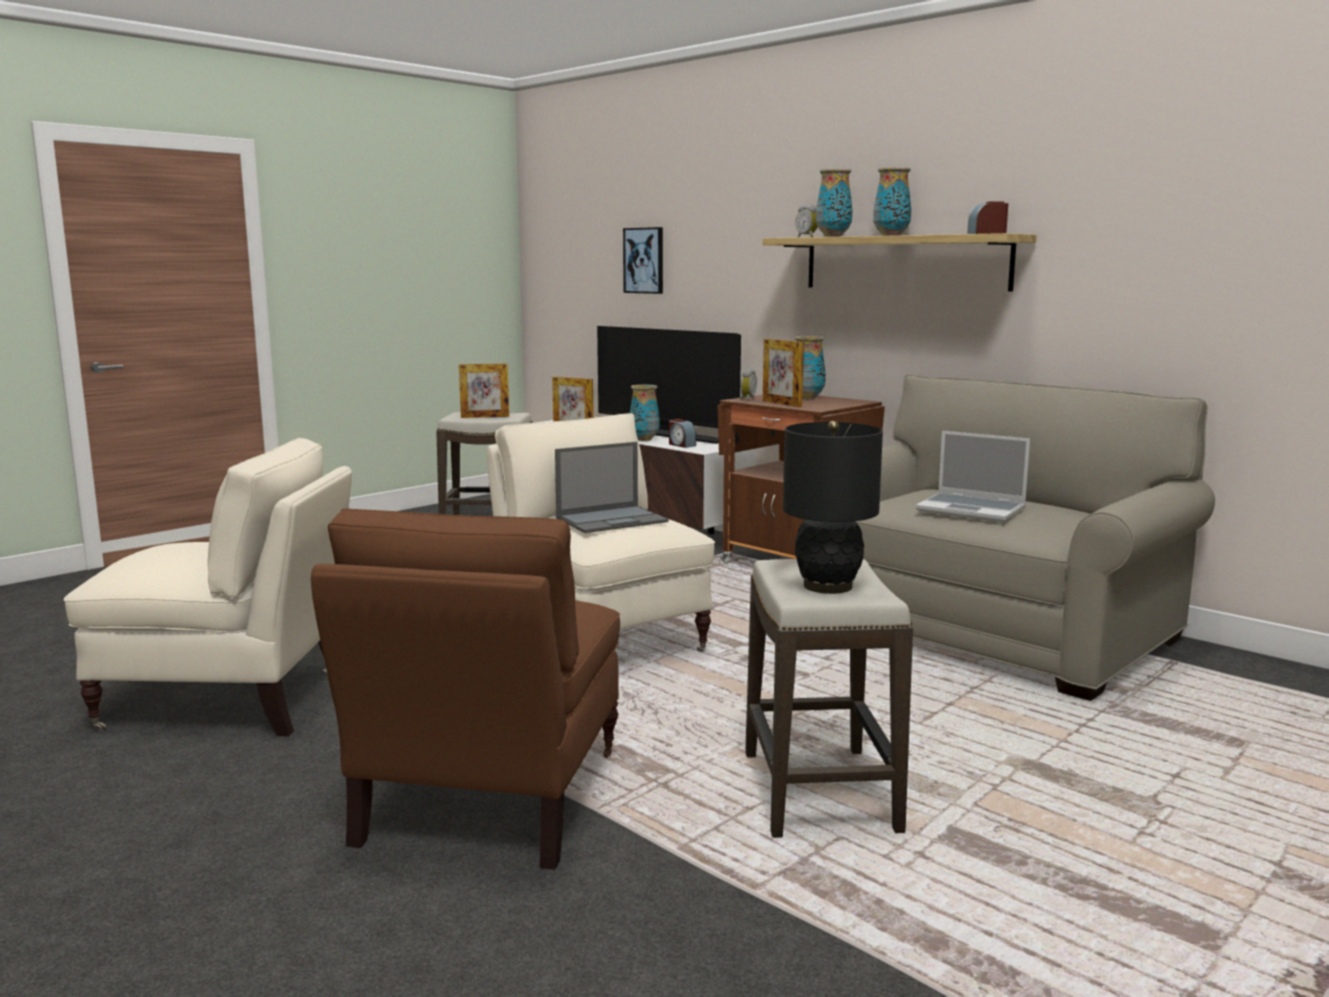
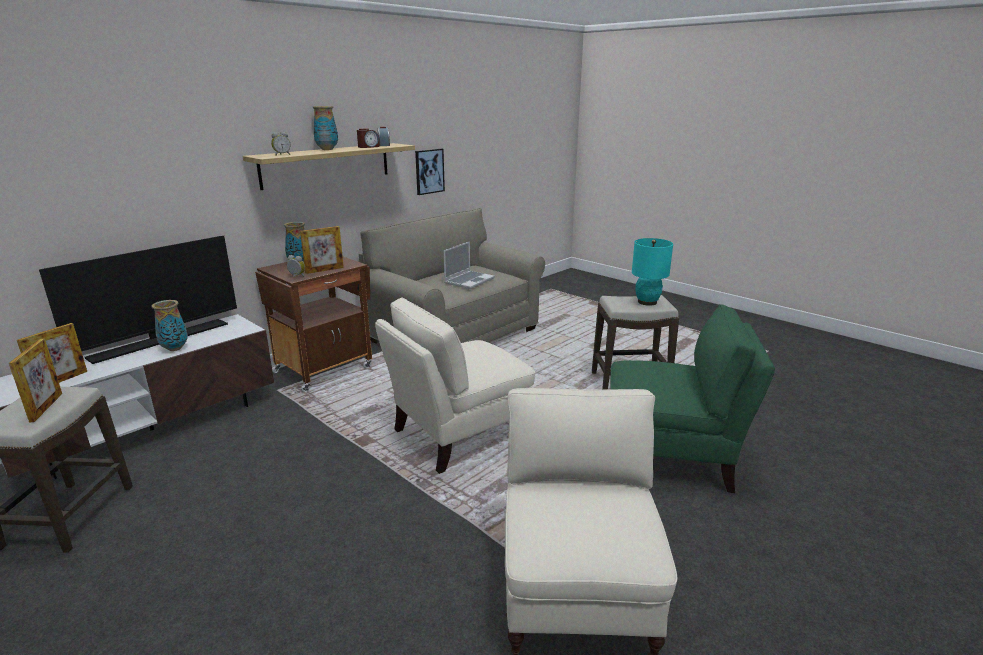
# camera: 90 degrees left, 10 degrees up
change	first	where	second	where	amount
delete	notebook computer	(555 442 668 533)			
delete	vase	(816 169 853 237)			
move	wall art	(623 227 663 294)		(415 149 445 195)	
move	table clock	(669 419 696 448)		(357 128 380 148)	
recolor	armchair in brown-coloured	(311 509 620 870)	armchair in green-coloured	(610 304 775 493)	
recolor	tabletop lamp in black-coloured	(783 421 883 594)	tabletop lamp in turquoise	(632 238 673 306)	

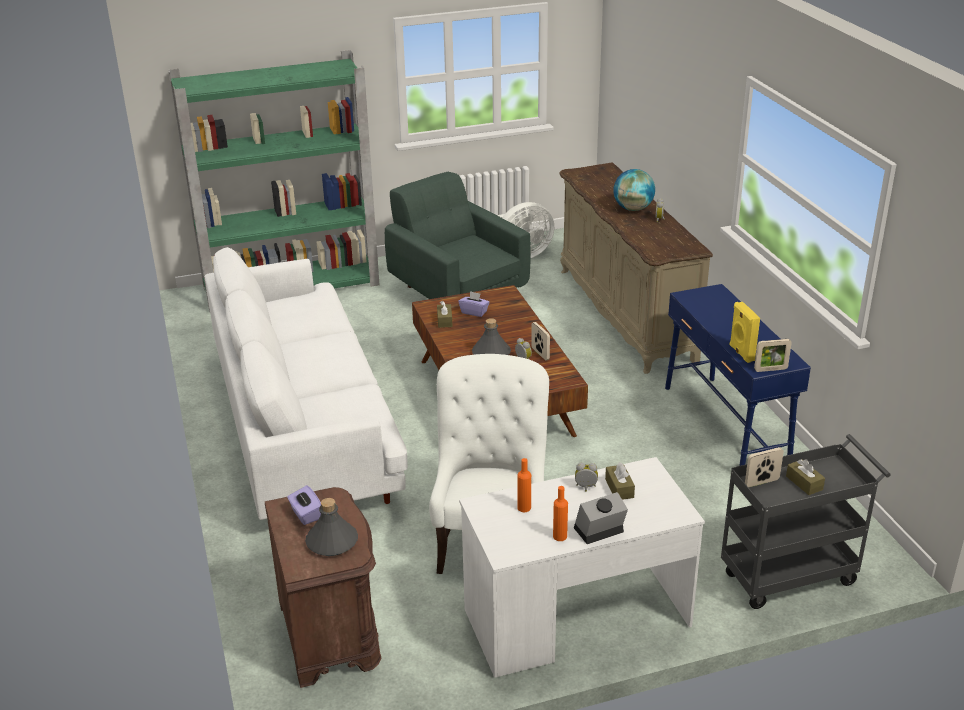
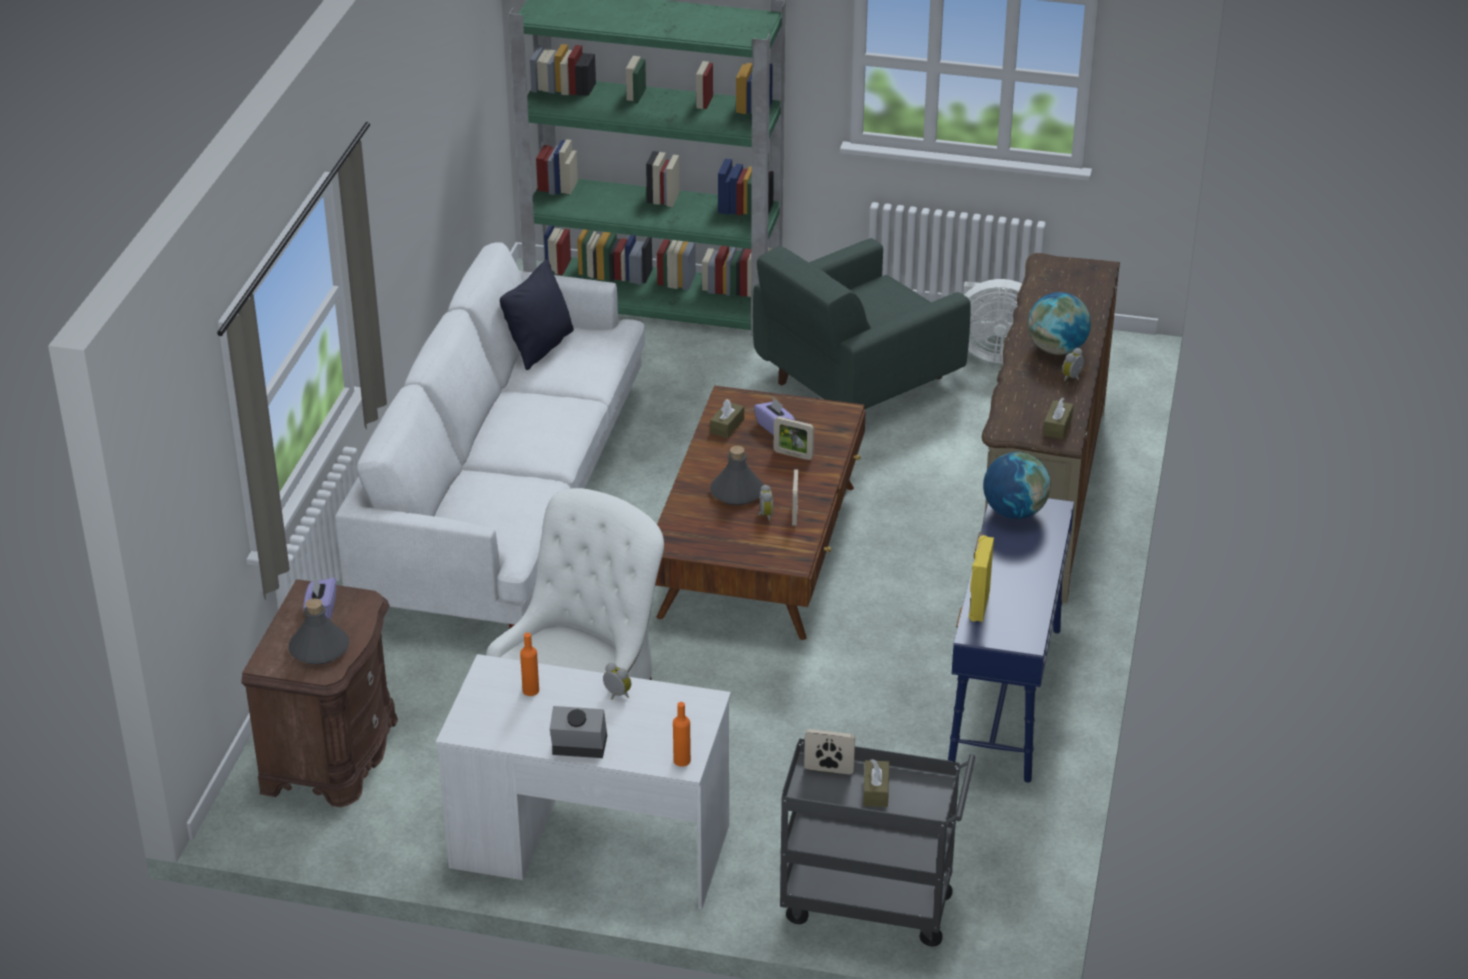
# camera: 30 degrees right, 5 degrees up
change	first	where	second	where	amount
insert			throw pillow in black-coloured	(500 260 574 370)	
insert			globe	(983 452 1051 519)	
move	bottle in orangey	(553 486 568 541)		(673 702 691 767)	
move	tissue holder in brown-coloured	(605 462 635 500)		(1043 397 1073 439)	
move	picture frame	(754 339 792 372)		(774 416 814 460)	
rotate	armchair in green-coloured	(385 172 531 299)		(753 238 971 409)	120 degrees counterclockwise

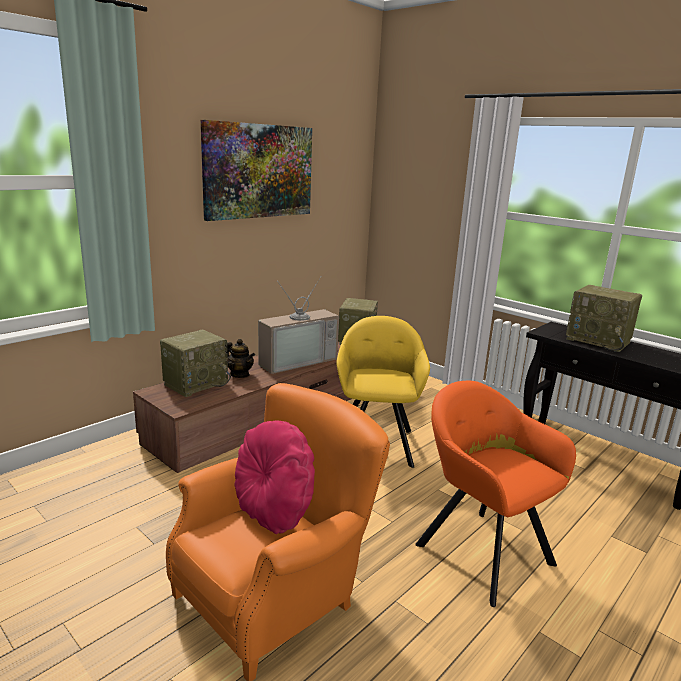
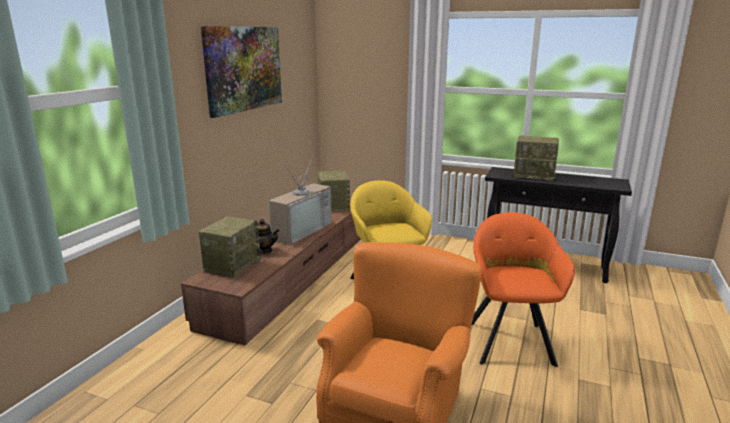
# camera: 20 degrees left, 0 degrees up
change	first	where	second	where	amount
delete	throw pillow in pink-coloured	(235 420 315 534)			
rotate	armchair in orangey	(415 381 576 607)		(472 212 575 367)	60 degrees clockwise

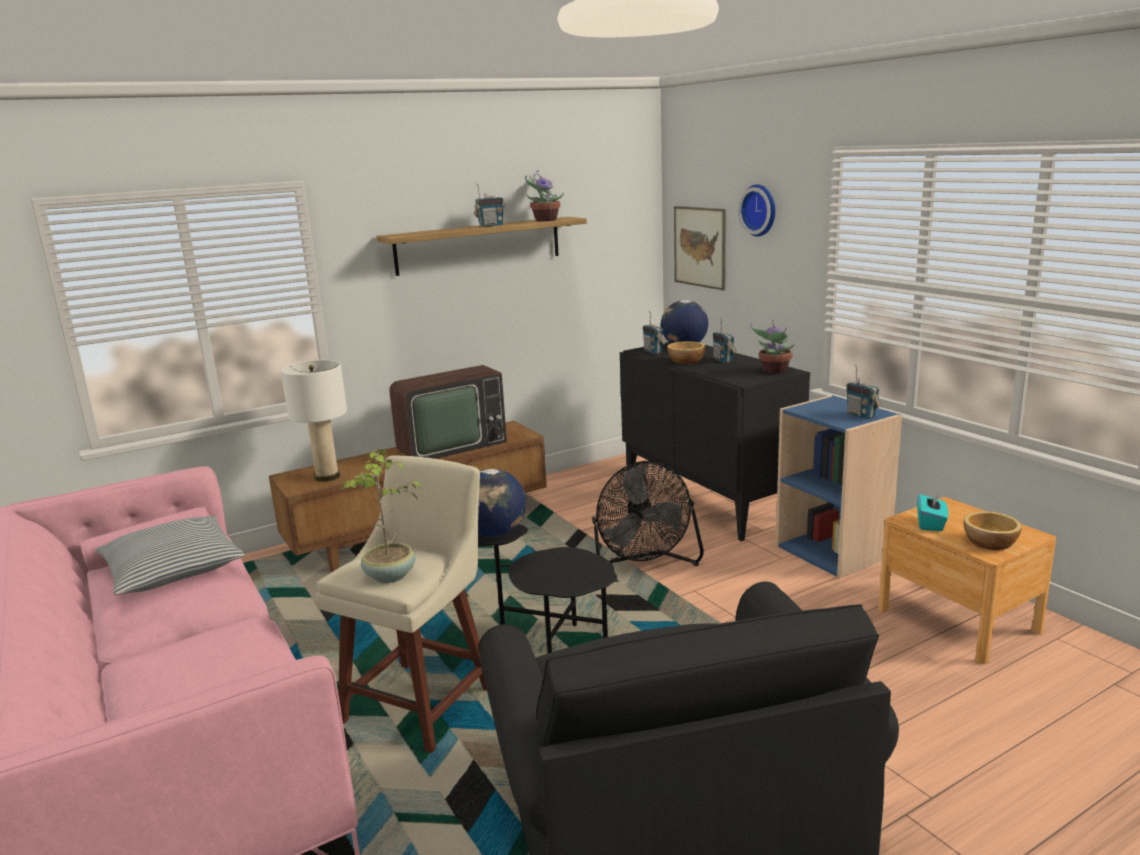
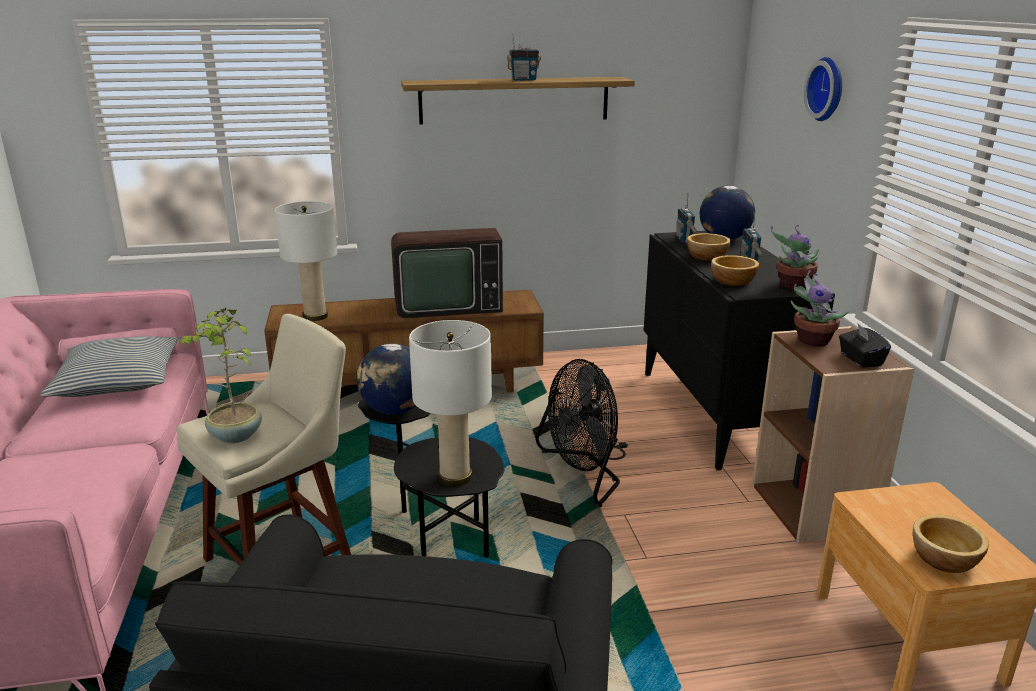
# camera: 20 degrees right, 5 degrees up
change	first	where	second	where	amount
delete	wall art	(674 206 726 290)			
delete	tissue holder in turquoise	(917 491 948 531)			
insert			tabletop lamp in white	(409 320 492 486)	
insert			serving bowl	(711 255 759 286)	
move	potted plant	(525 170 564 222)		(791 270 849 346)	
replace	radio receiver	(846 365 881 419)	tissue holder in black-coloured	(839 324 891 368)	
recolor	bookshelf in blue	(776 395 902 578)	bookshelf in brown-coloured	(752 326 914 543)	
rotate	fan in black-coloured	(592 461 704 566)		(535 359 628 508)	60 degrees clockwise

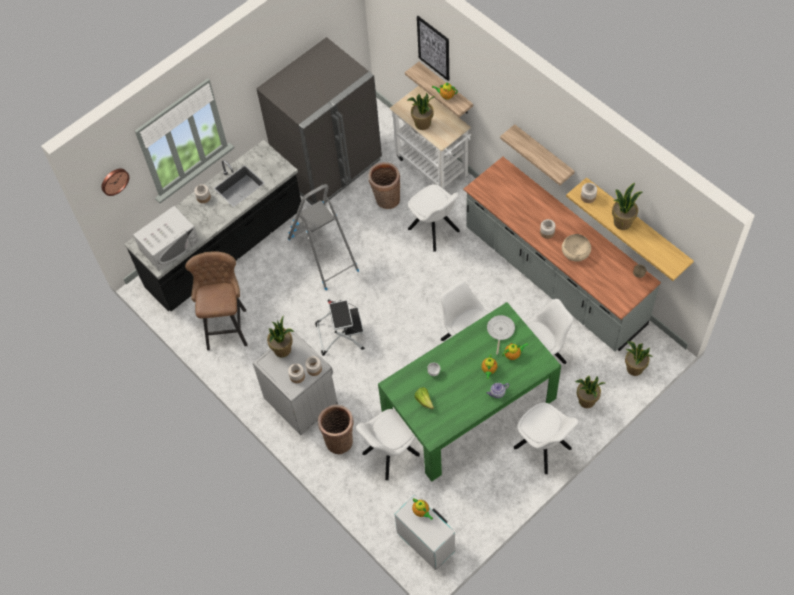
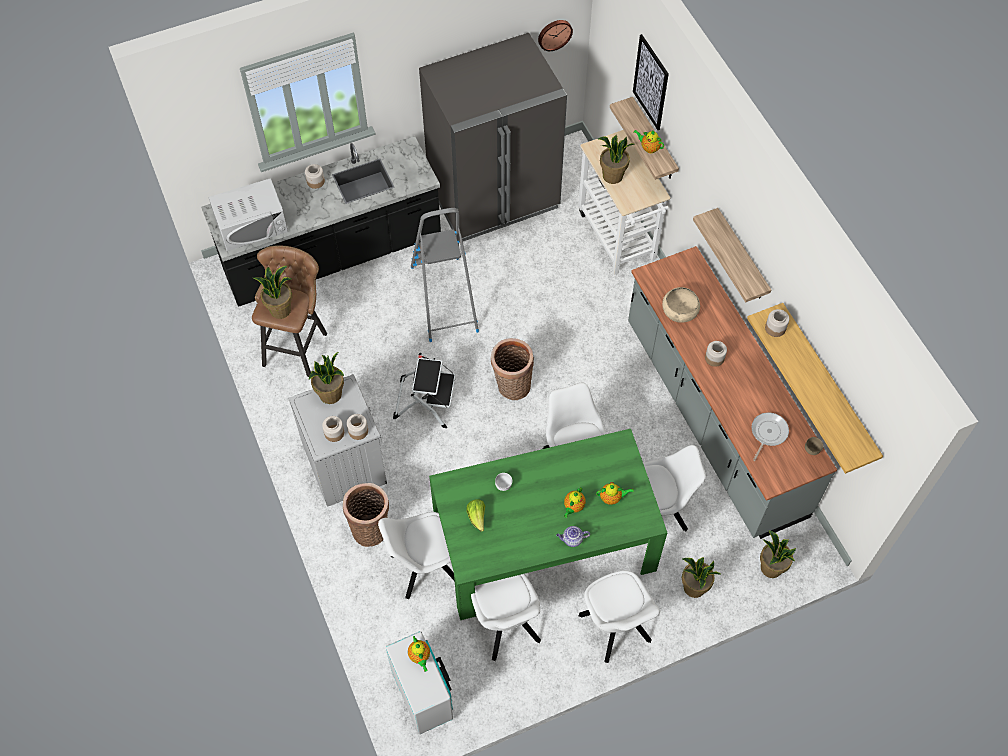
# camera: 15 degrees right, 0 degrees up
change	first	where	second	where	amount
move	wall clock	(101 169 129 196)		(538 20 573 51)	
move	storage basket	(368 162 400 209)		(491 338 534 400)	
move	upright chair in white	(408 184 460 251)		(471 574 541 661)	
move	pan	(487 315 515 354)		(752 413 789 461)	
move	serving bowl in sand-coloured	(562 234 591 262)		(662 287 700 323)	
move	potted plant	(612 183 643 230)		(253 266 292 319)	

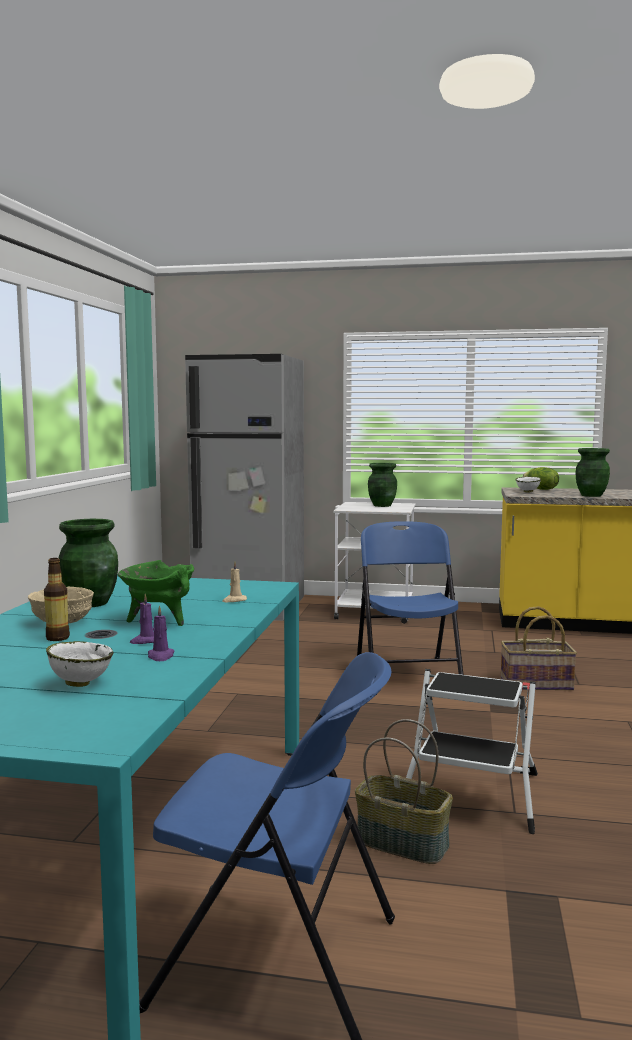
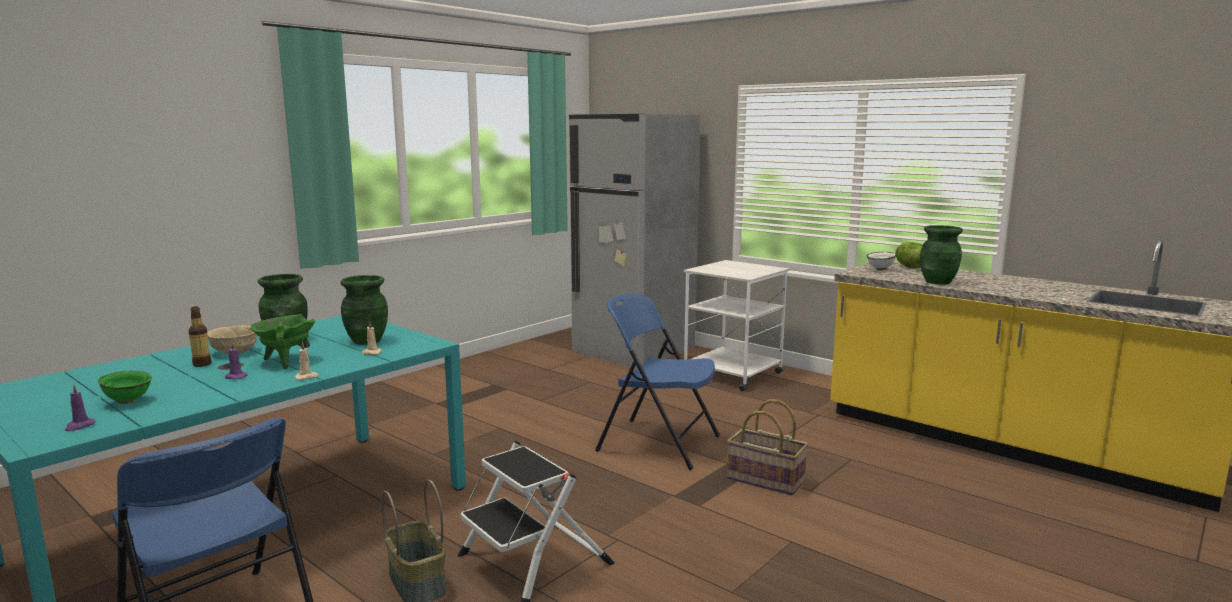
# camera: 30 degrees right, 5 degrees up
change	first	where	second	where	amount
insert			wax candle in sand-coloured	(294 342 319 380)	
move	wax candle in purple-coloured	(148 605 174 661)		(65 384 96 431)	
move	vase in green-coloured	(368 463 397 507)		(340 275 388 345)	
recolor	serving bowl in white	(46 641 114 687)	serving bowl in green-coloured	(98 371 152 404)	
rotate	upright chair in blue	(357 521 464 695)		(595 293 720 471)	90 degrees counterclockwise

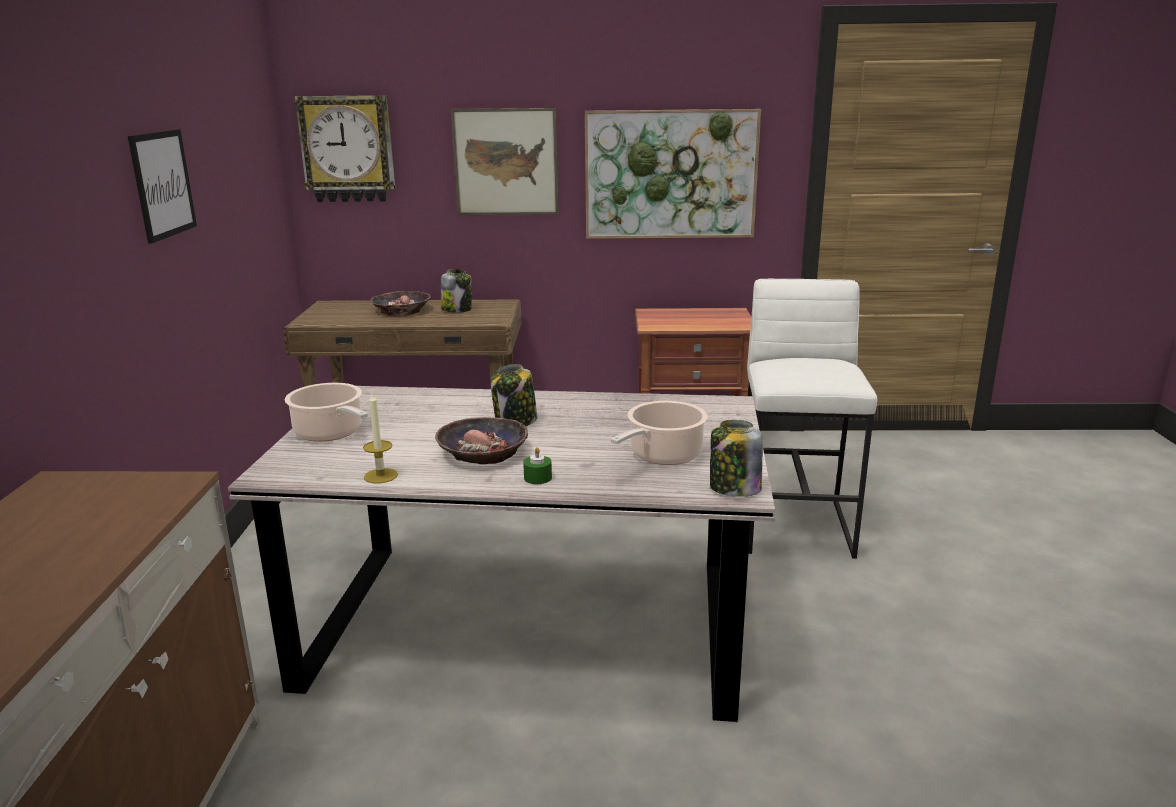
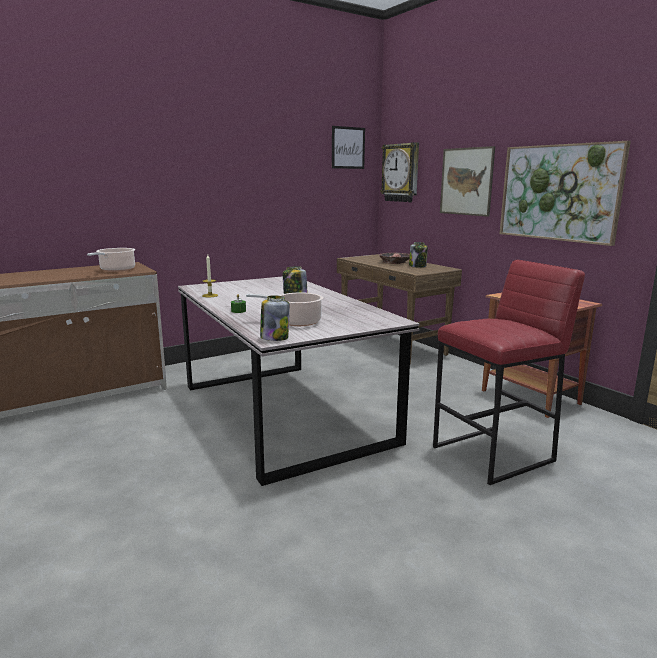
# camera: 55 degrees right, 5 degrees down
change	first	where	second	where	amount
delete	serving bowl	(435 417 528 465)			
move	wall art	(128 129 197 244)		(332 126 365 169)	
move	stockpot	(285 383 368 442)		(87 248 136 272)	
recolor	sitting stool in white	(747 279 878 559)	sitting stool in red	(433 260 585 485)	

